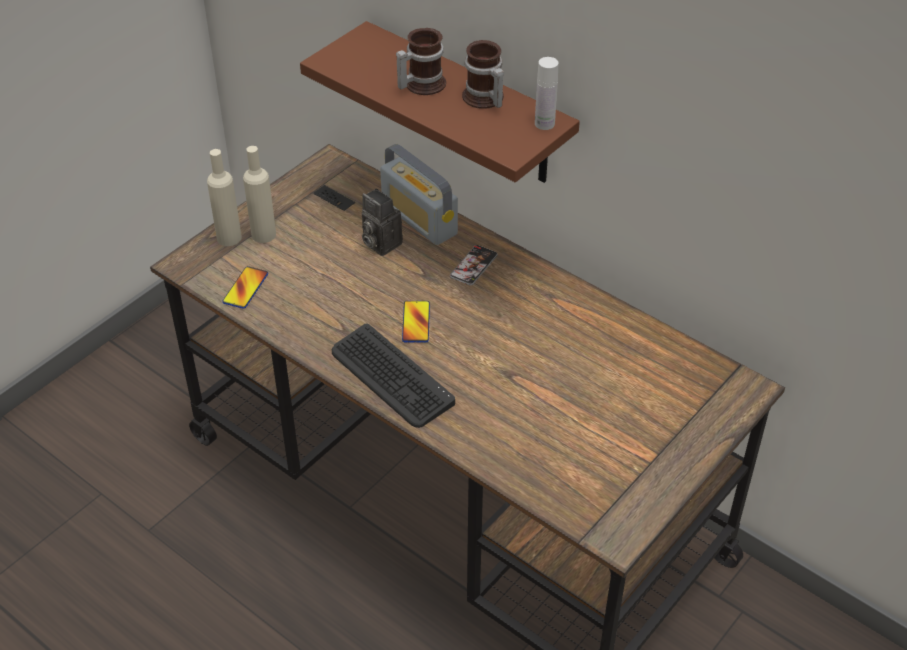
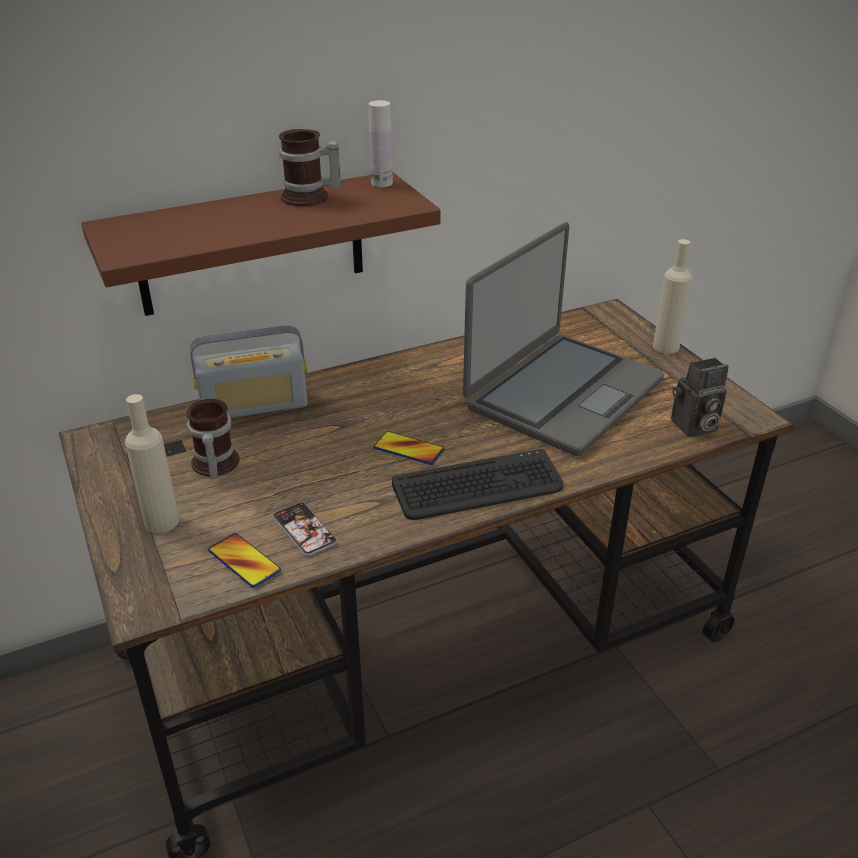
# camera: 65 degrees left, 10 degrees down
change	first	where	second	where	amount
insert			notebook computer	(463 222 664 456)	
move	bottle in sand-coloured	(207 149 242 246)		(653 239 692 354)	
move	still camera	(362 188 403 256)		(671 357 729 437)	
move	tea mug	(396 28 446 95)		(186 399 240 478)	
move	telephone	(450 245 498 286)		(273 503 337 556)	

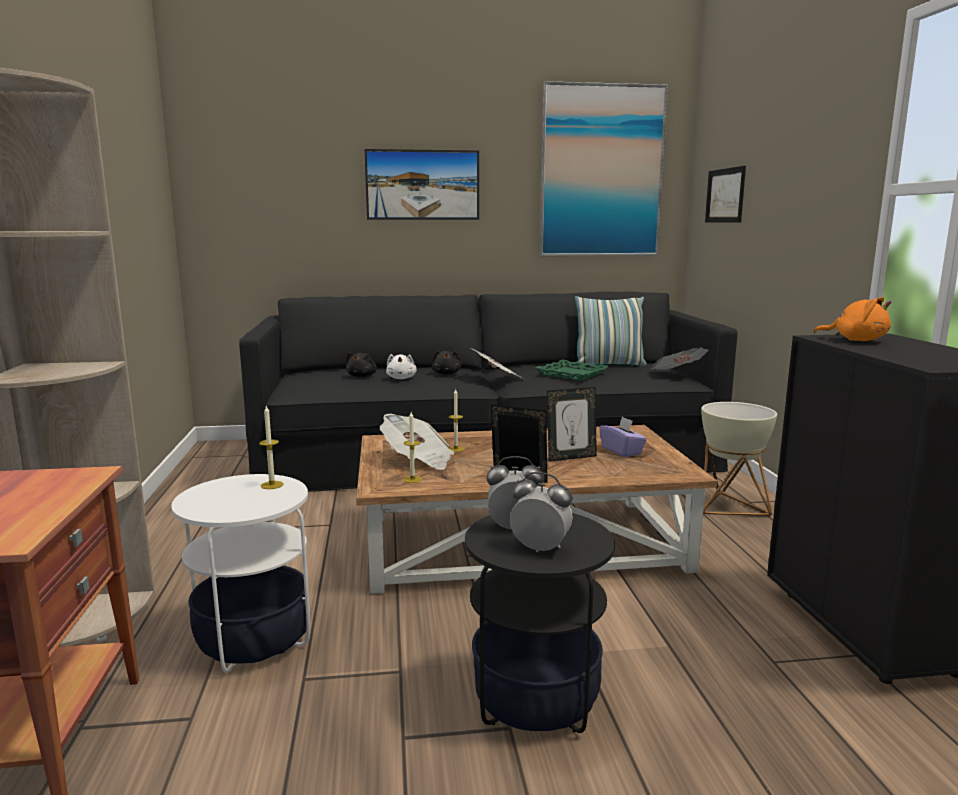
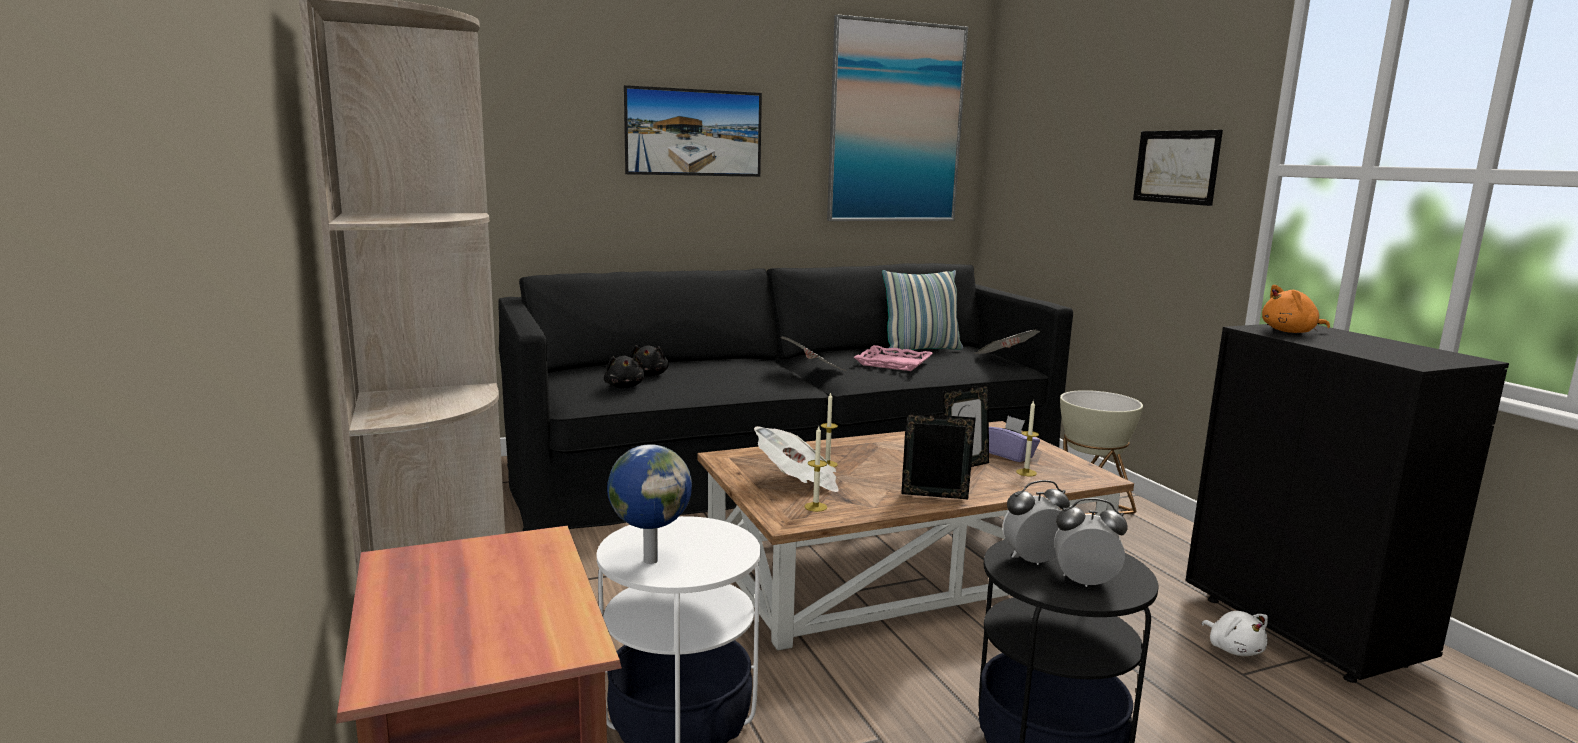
# camera: 15 degrees left, 0 degrees up
change	first	where	second	where	amount
insert			globe	(607 444 692 564)	
move	wax candle	(259 406 283 489)		(1016 400 1039 476)	
move	cuddly toy in white	(386 354 417 379)		(1202 611 1268 656)	
move	cuddly toy in black-coloured	(432 350 461 375)		(604 356 644 388)	
move	wall art	(705 166 746 223)		(1133 130 1223 206)	
recolor	tray in green-coloured	(535 360 609 381)	tray in pink-coloured	(854 345 933 371)	
rotate	cuddly toy in orangey	(814 297 891 341)		(1262 285 1330 333)	150 degrees clockwise

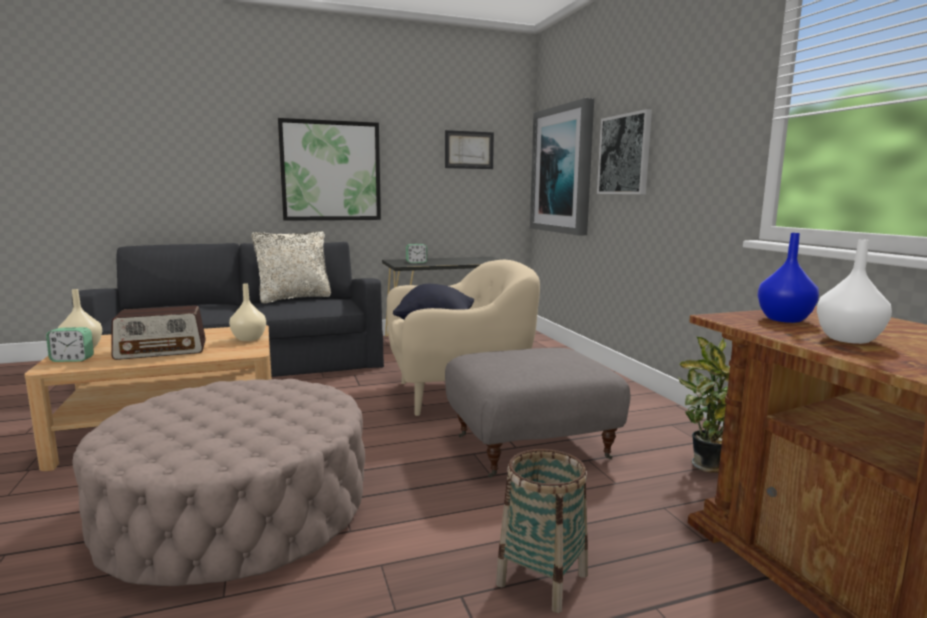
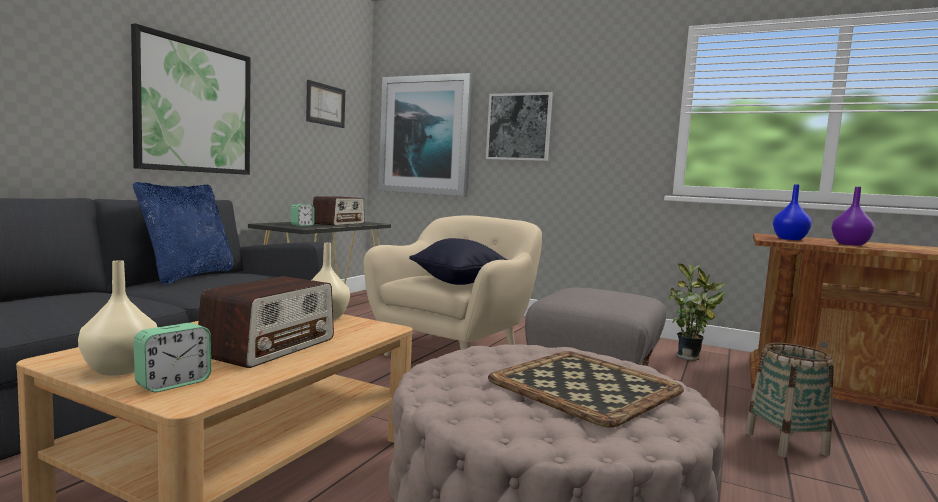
# camera: 45 degrees left, 5 degrees down
change	first	where	second	where	amount
insert			radio receiver	(313 196 364 226)	
insert			tray	(488 351 684 428)	
recolor	throw pillow in sand-coloured	(251 231 331 304)	throw pillow in blue	(132 182 234 285)	
recolor	vase in white	(817 239 892 344)	vase in purple-coloured	(831 187 875 246)	

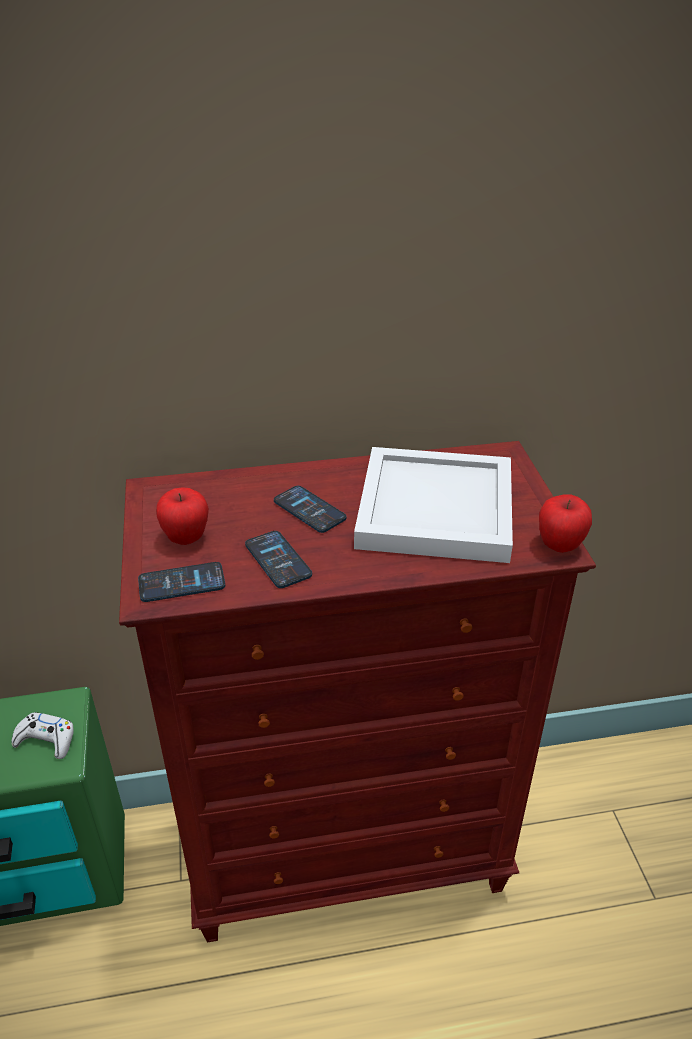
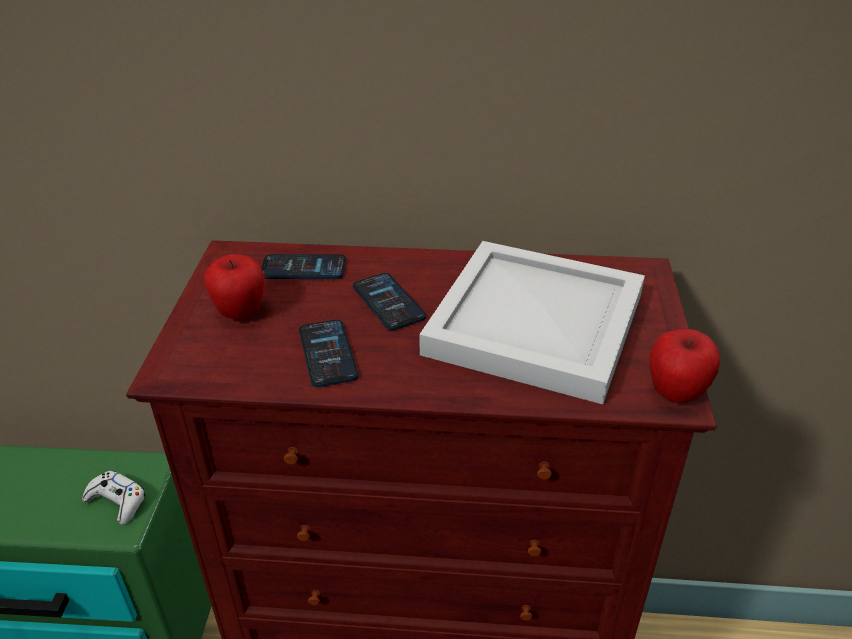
# camera: 15 degrees right, 0 degrees up
change	first	where	second	where	amount
move	telephone	(138 562 225 602)		(261 254 346 279)	

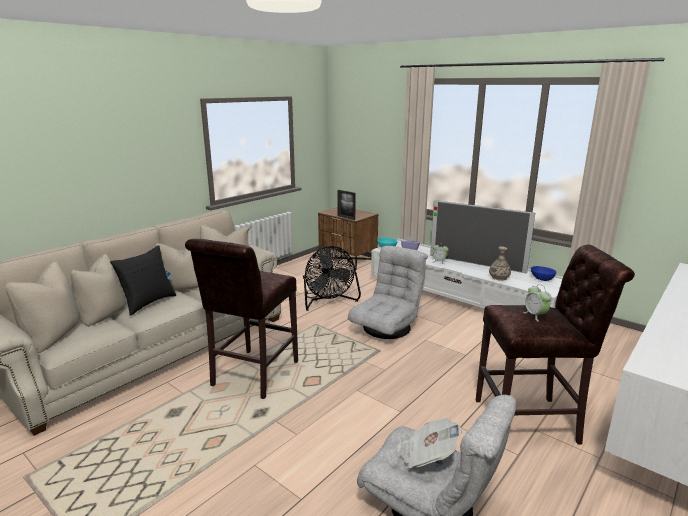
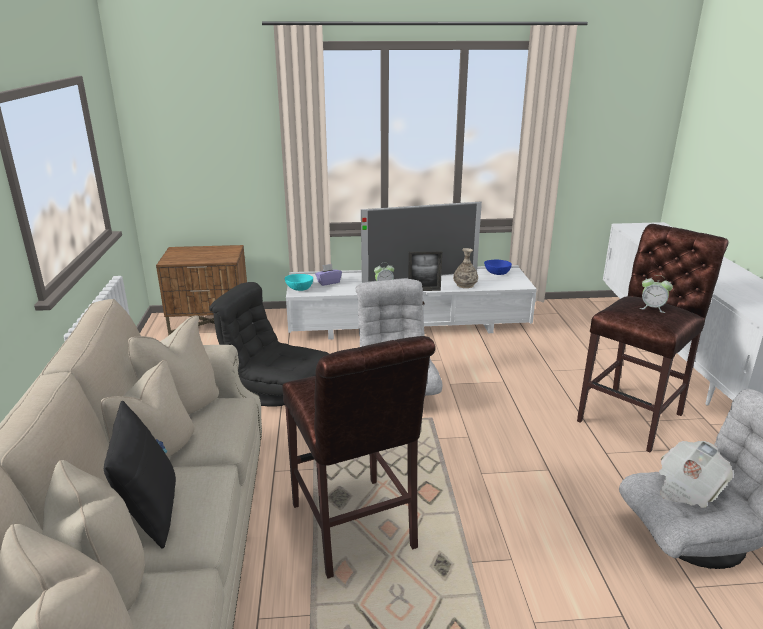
# camera: 45 degrees left, 5 degrees up
change	first	where	second	where	amount
move	picture frame	(337 190 356 220)		(408 251 442 291)	
replace	fan in black-coloured	(303 246 361 311)	armchair in black-coloured	(209 282 329 407)	

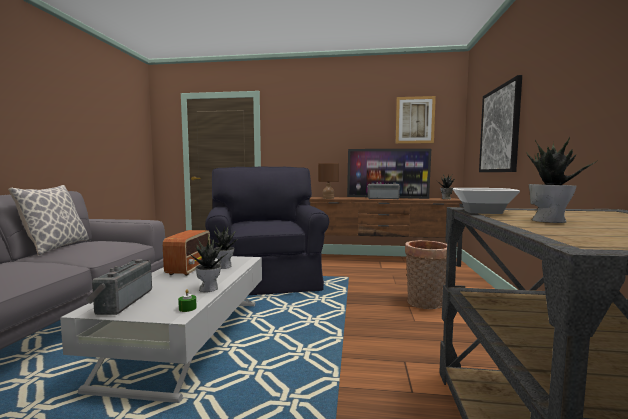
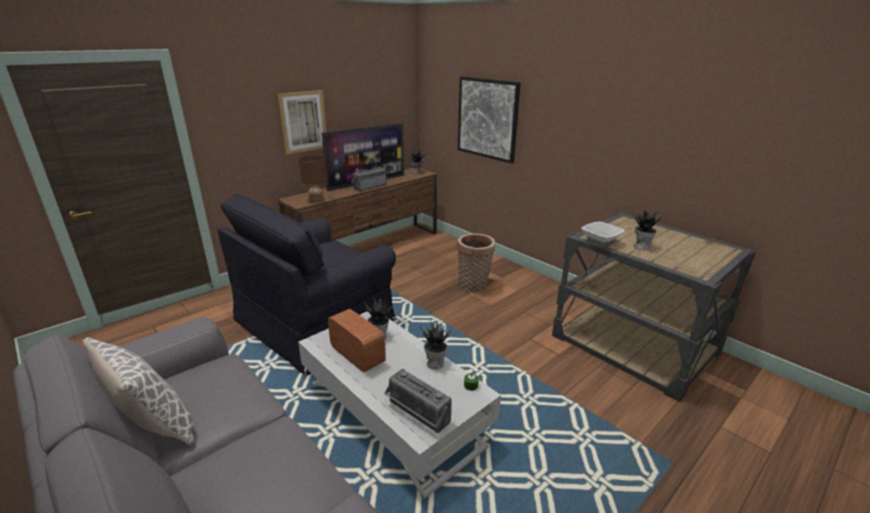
# camera: 50 degrees left, 20 degrees up
change	first	where	second	where	amount
move	wall art	(396 96 436 144)		(278 90 327 155)	
rotate	armchair in black-coloured	(205 166 329 295)		(217 194 396 376)	75 degrees counterclockwise

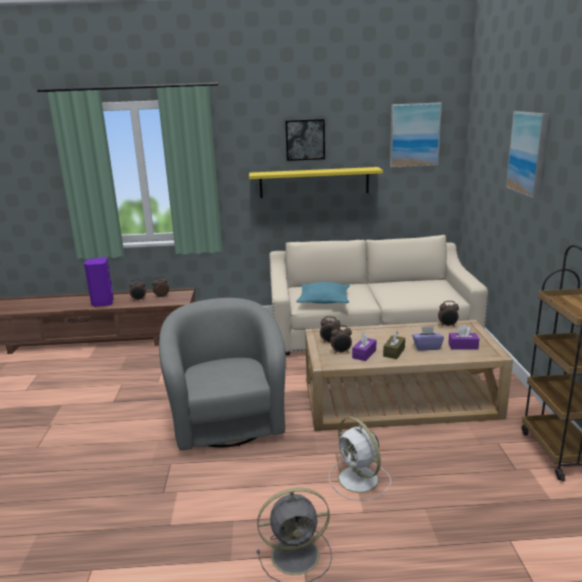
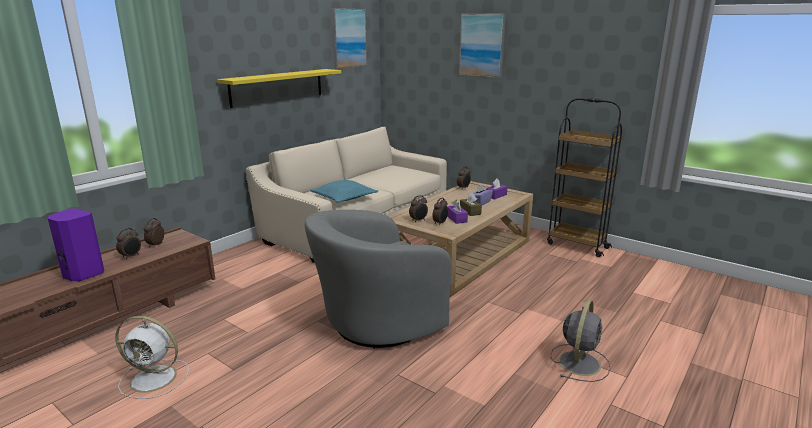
# camera: 50 degrees left, 0 degrees up
change	first	where	second	where	amount
delete	wall art	(285 119 325 161)			
move	fan in white	(329 417 391 501)		(115 316 189 399)	
rotate	armchair in grey	(159 298 286 450)		(305 210 452 349)	60 degrees counterclockwise

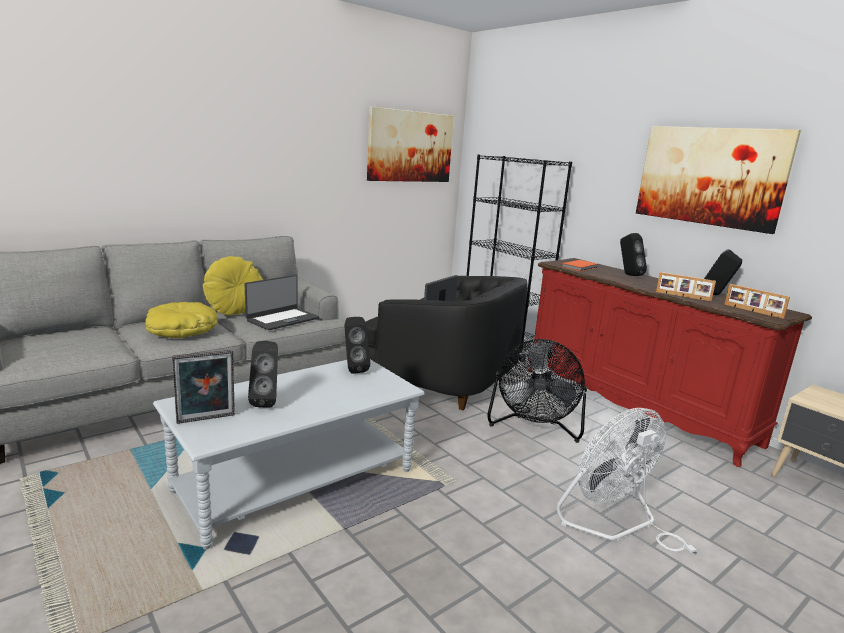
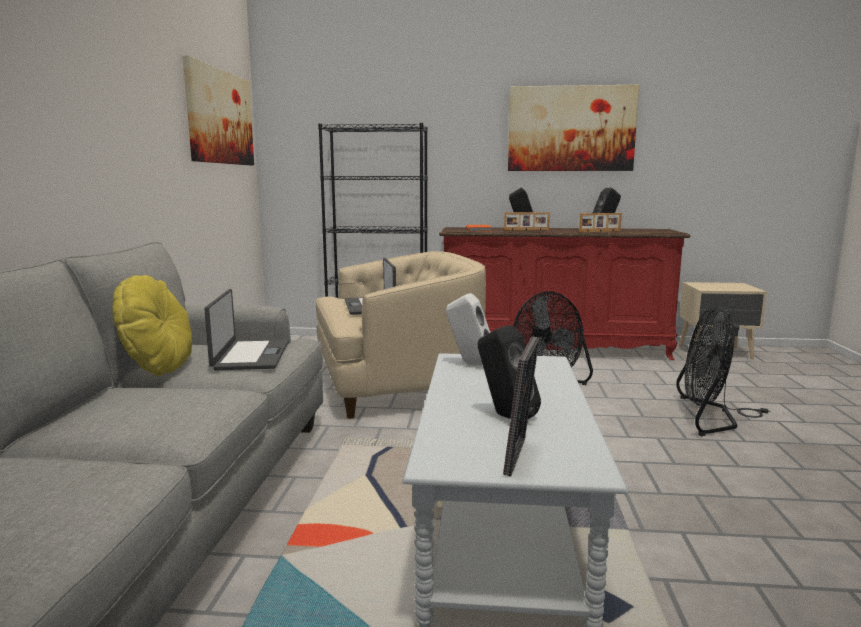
# camera: 45 degrees left, 5 degrees down
change	first	where	second	where	amount
delete	throw pillow in yellow-coloured	(145 302 218 338)			
move	picture frame	(724 284 790 319)		(504 212 550 231)	
recolor	loudspeaker in black-coloured	(345 317 370 374)	loudspeaker in white	(446 293 490 366)	
recolor	armchair in black-coloured	(366 276 528 410)	armchair in sand-coloured	(315 251 486 419)	
recolor	fan in white	(557 408 697 554)	fan in black-coloured	(676 307 771 436)	

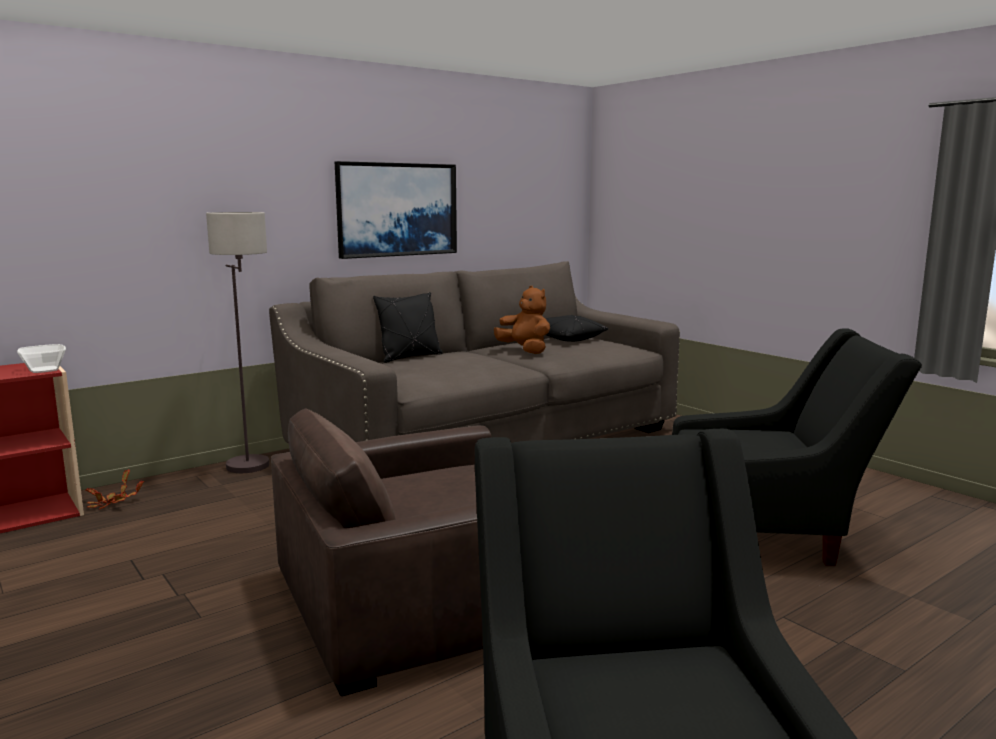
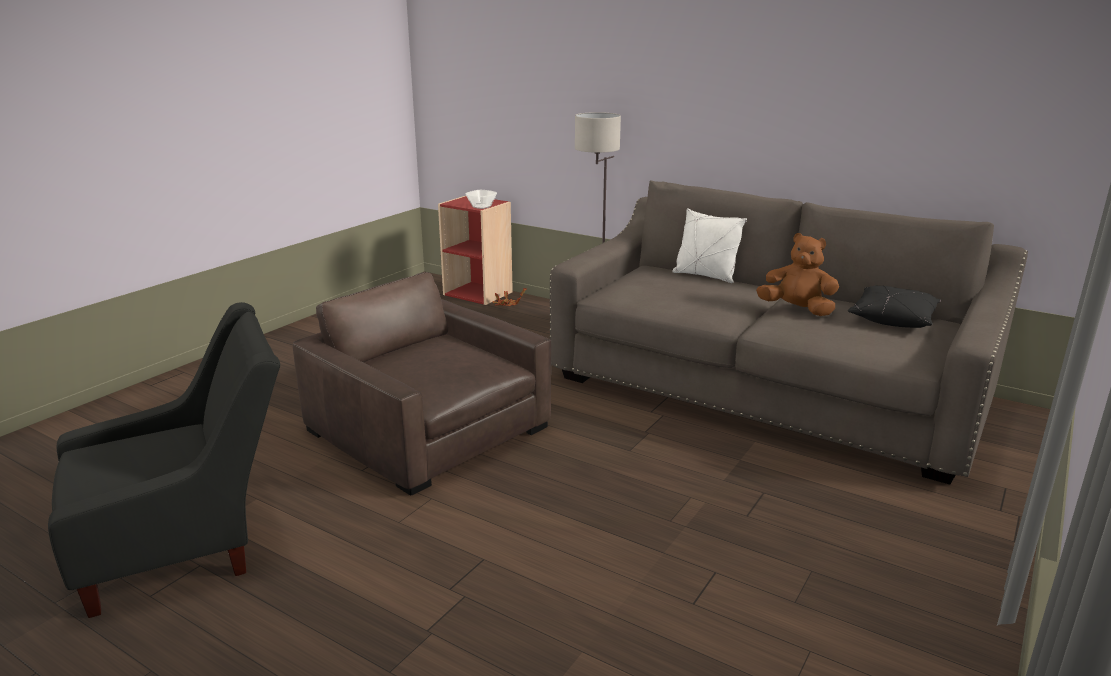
# camera: 70 degrees right, 10 degrees up
change	first	where	second	where	amount
delete	wall art	(335 161 457 259)			
delete	armchair in black-coloured	(672 328 922 566)			
recolor	throw pillow in black-coloured	(373 292 443 363)	throw pillow in white	(672 208 747 283)	
rotate	cuddly toy in brown-coloured	(494 286 550 354)		(756 233 839 316)	90 degrees counterclockwise

